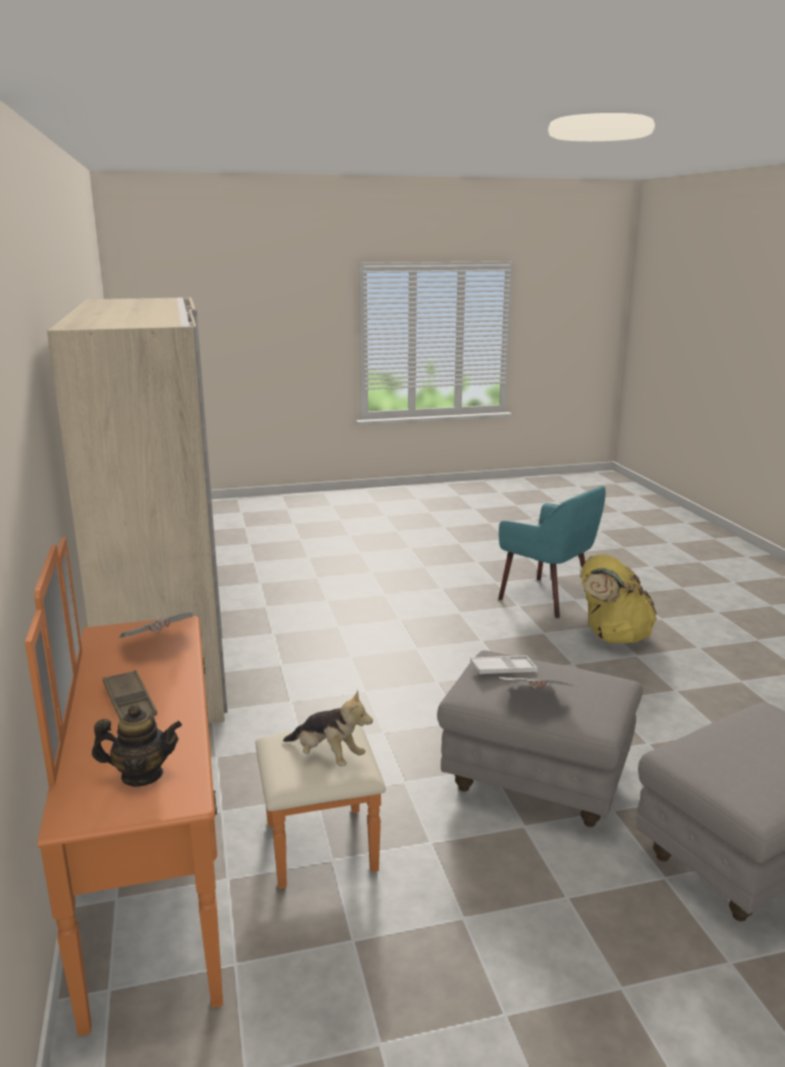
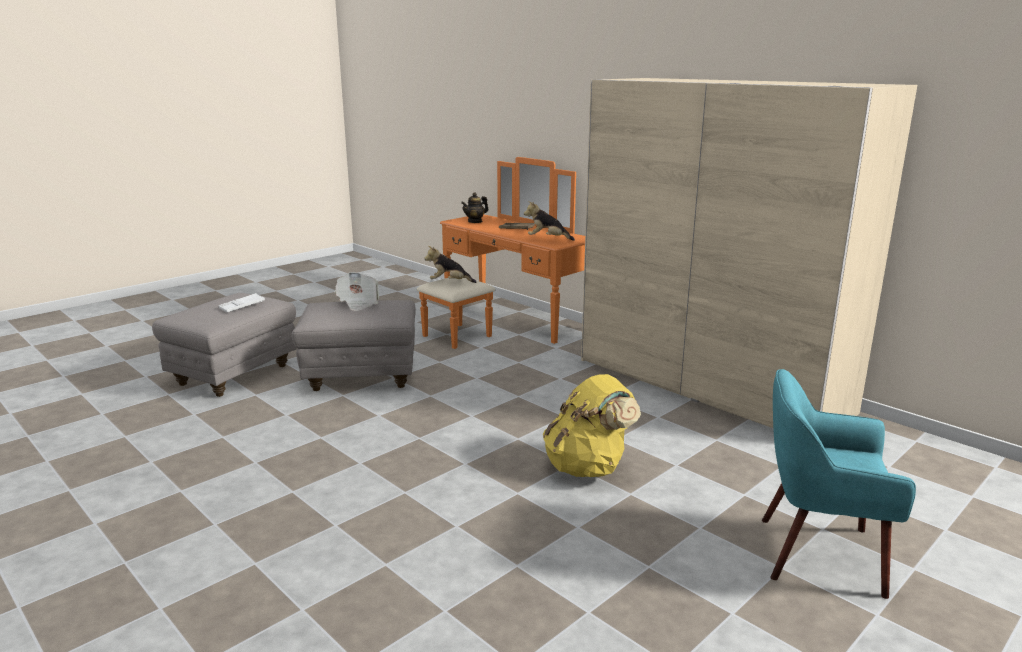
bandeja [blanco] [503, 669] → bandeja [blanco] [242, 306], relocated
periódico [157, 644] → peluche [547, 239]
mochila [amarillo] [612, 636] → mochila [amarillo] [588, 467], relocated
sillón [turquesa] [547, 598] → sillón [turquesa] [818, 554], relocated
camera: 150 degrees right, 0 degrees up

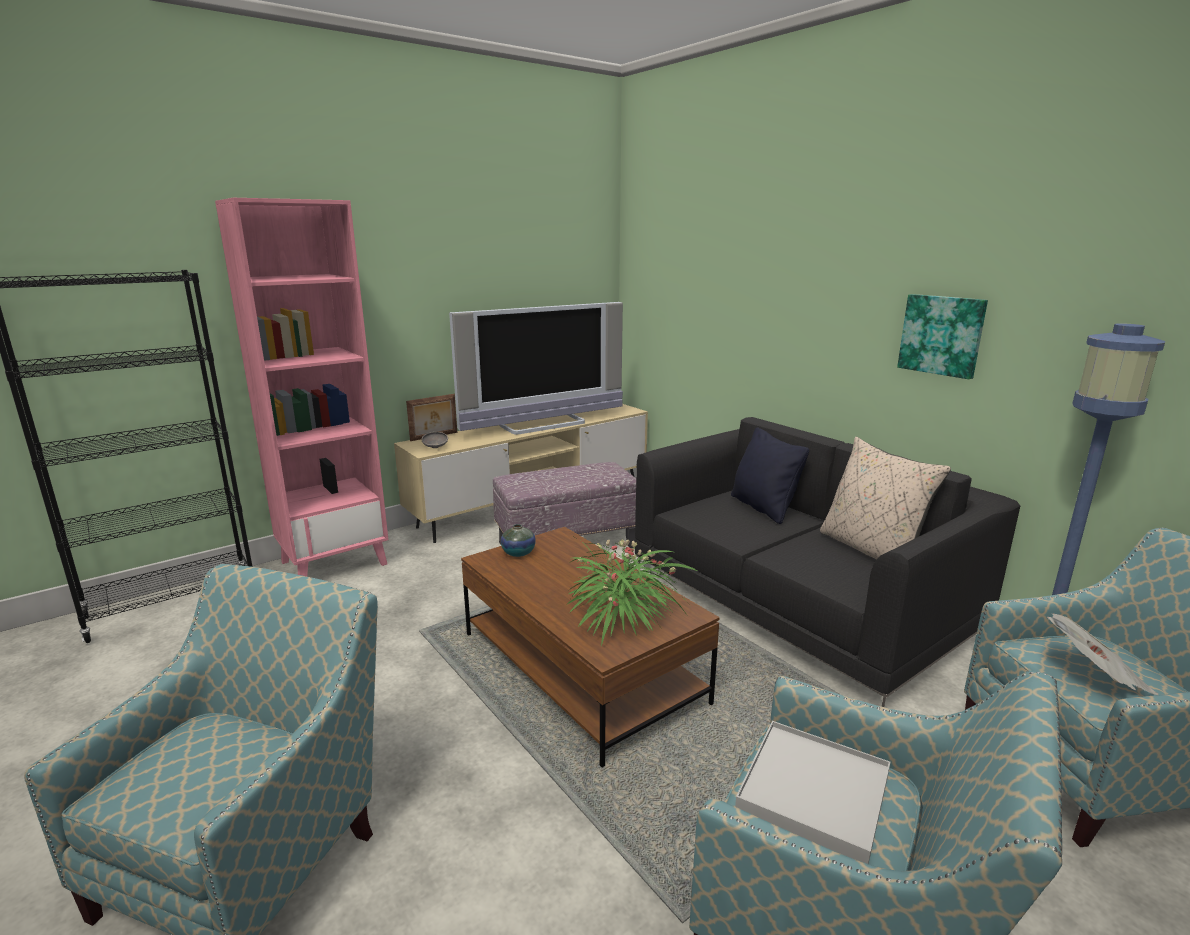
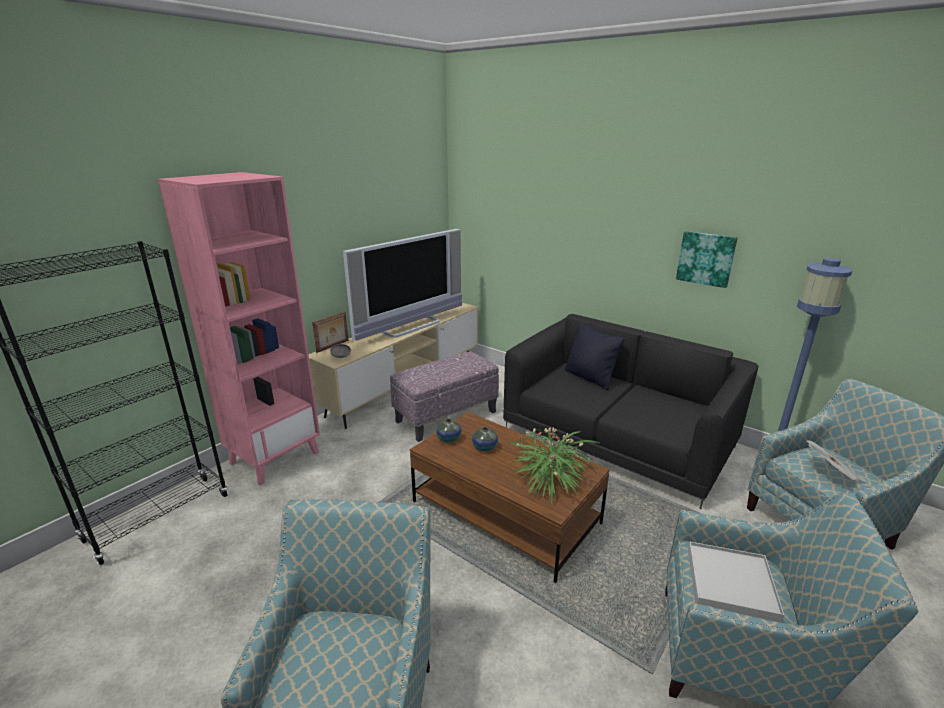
- → florero [485, 447]
cojín [beis] [871, 550] → -
camera: 15 degrees left, 5 degrees up

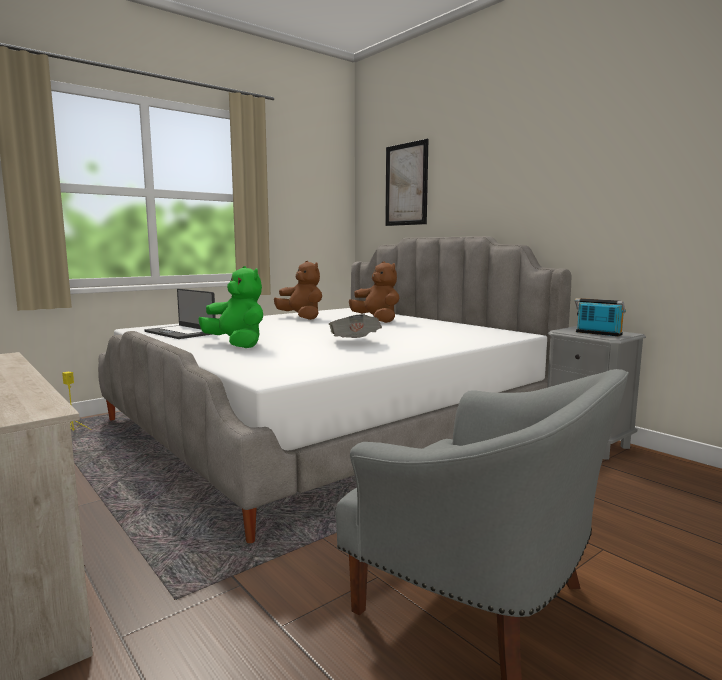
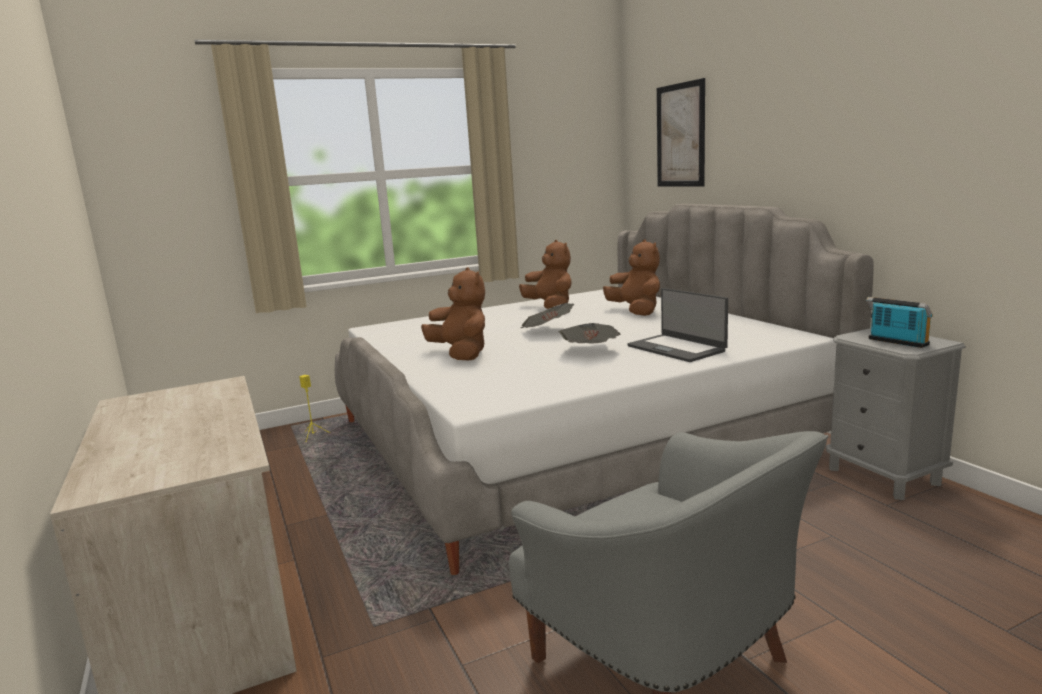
peluche [verde] [237, 344] → peluche [marrón] [461, 354]
- → periódico [547, 331]
portátil [181, 333] → portátil [677, 348], relocated
camera: 15 degrees right, 5 degrees up

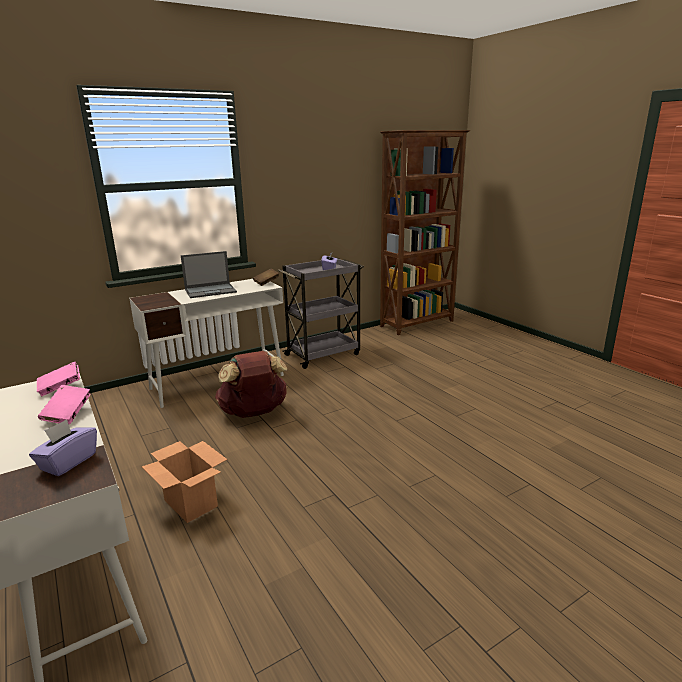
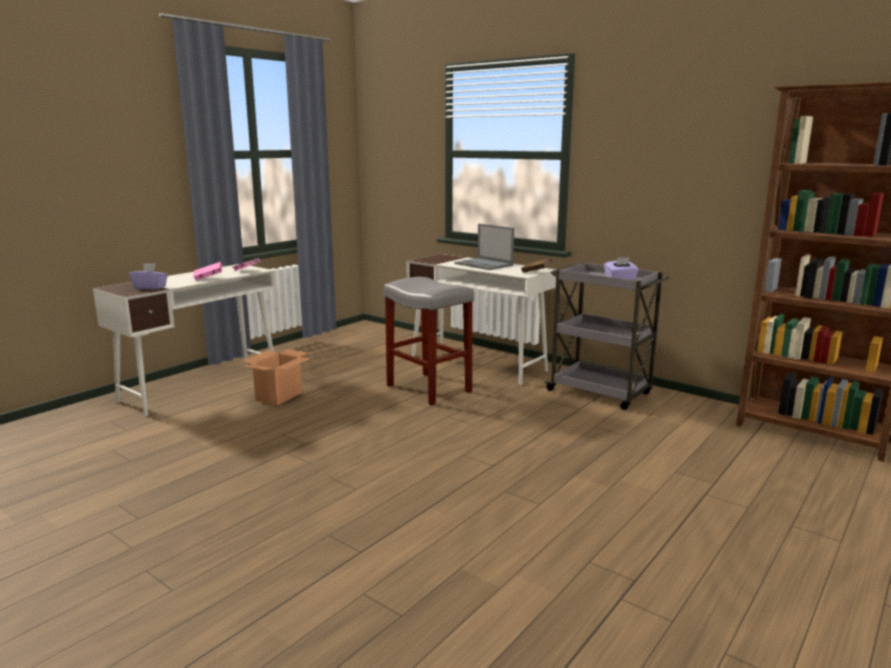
mochila [marrón] [254, 413] → taburete [gris] [427, 388]
camera: 70 degrees right, 5 degrees down

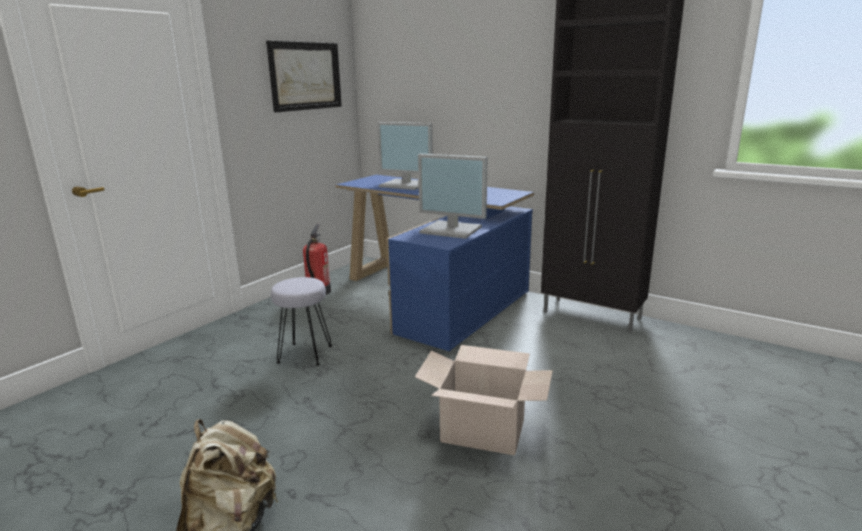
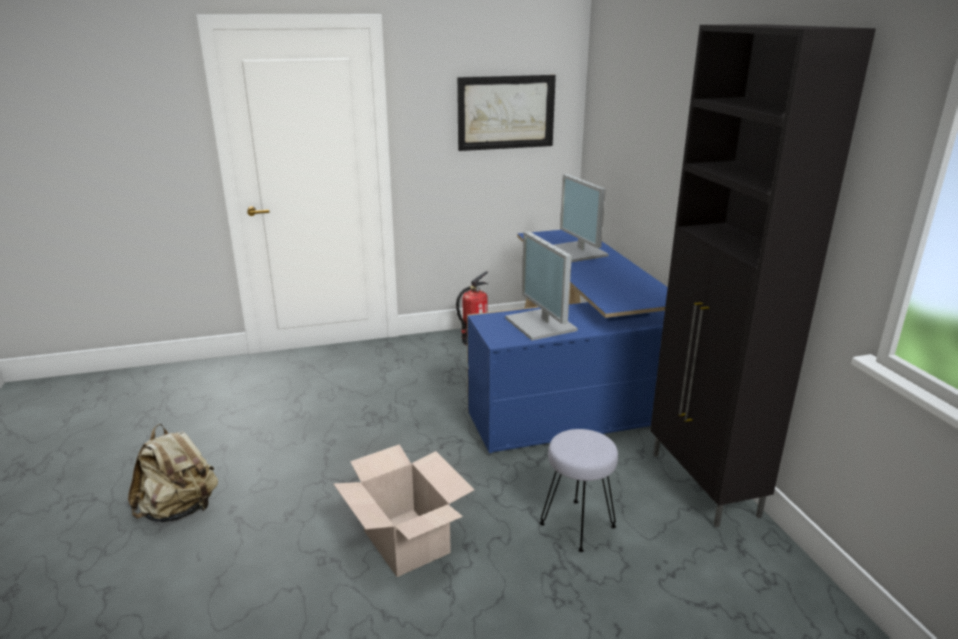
taburete [gris] [304, 354] → taburete [gris] [577, 524], relocated
camera: 40 degrees right, 5 degrees up

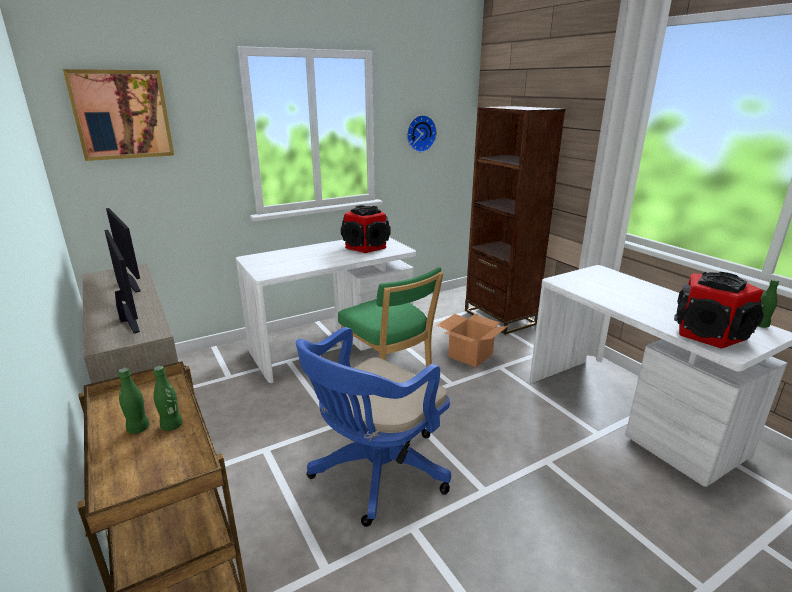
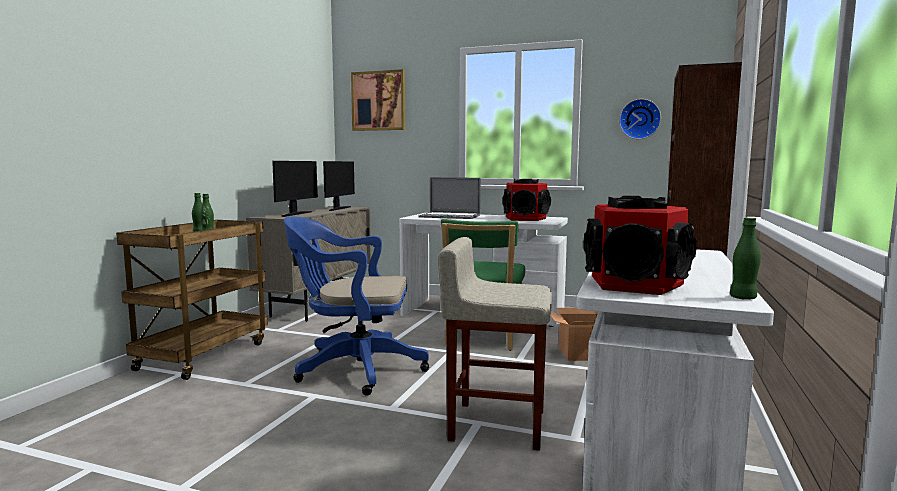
- → portátil [449, 216]
- → taburete [beis] [495, 425]
camera: 50 degrees right, 15 degrees down

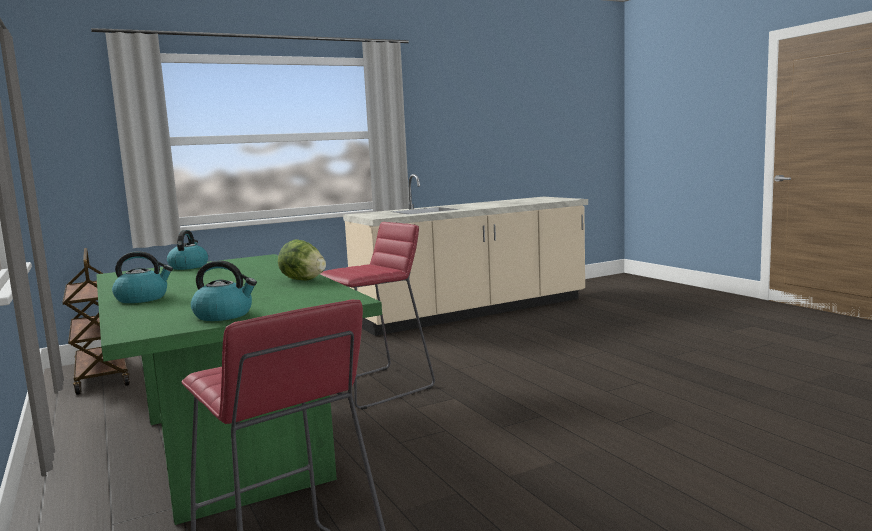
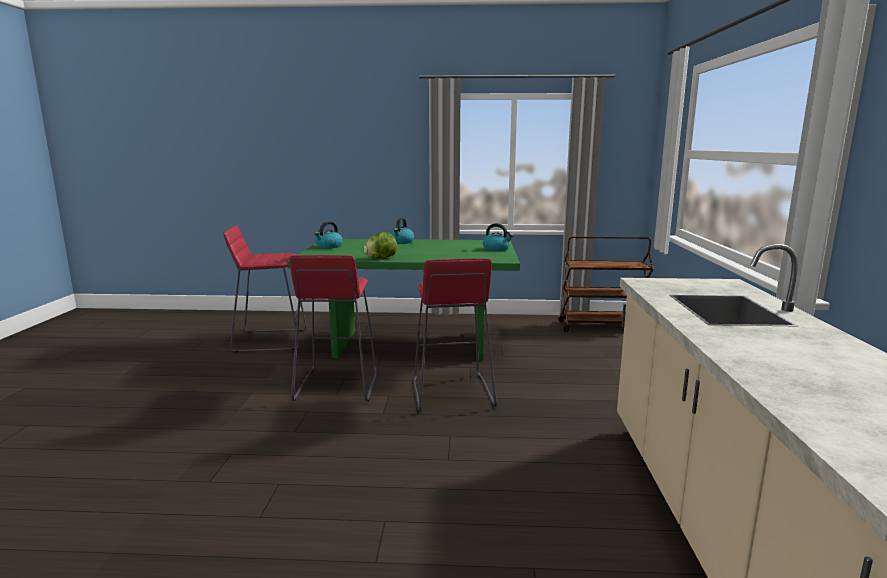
- → taburete [rojo] [336, 386]
camera: 120 degrees right, 5 degrees up

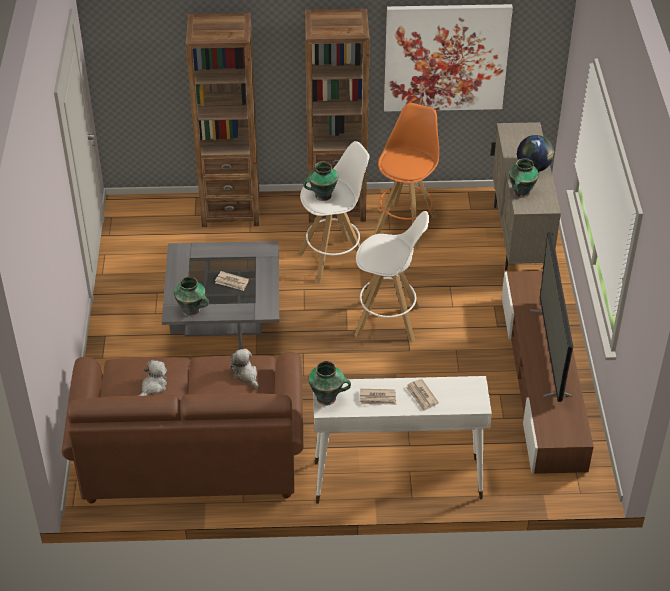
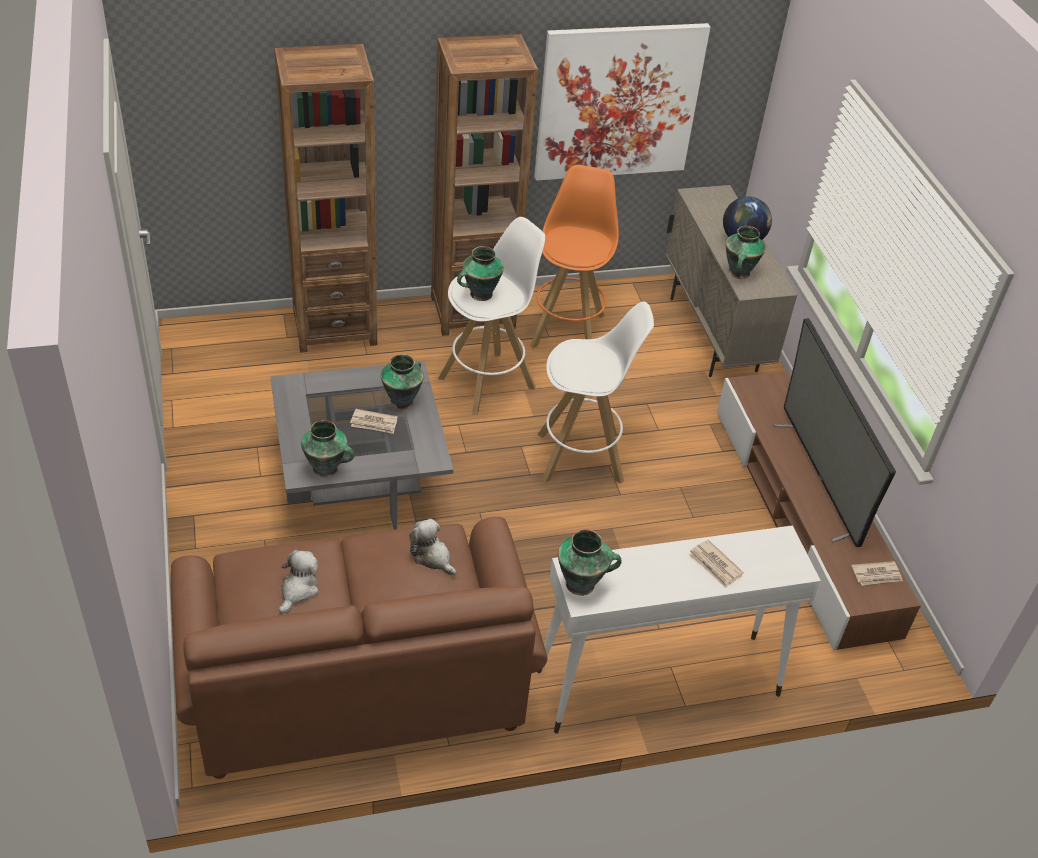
- → florero [403, 401]
periódico [378, 398] → periódico [877, 575], relocated
camera: 15 degrees left, 0 degrees up

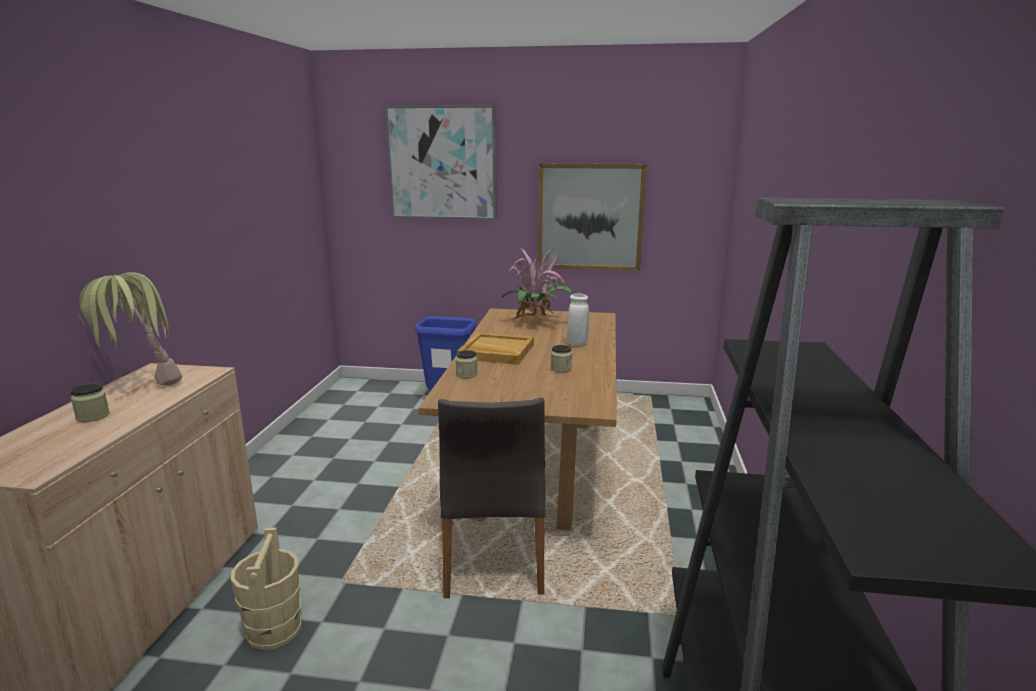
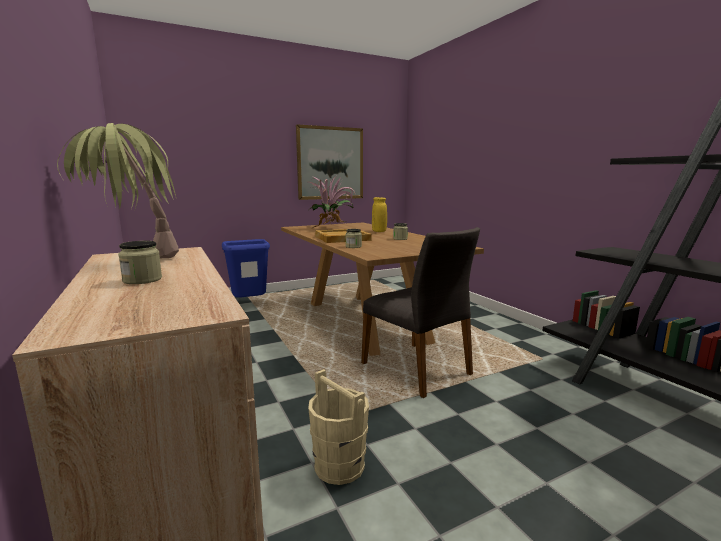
florero [blanco] [577, 343] → florero [amarillo] [379, 231]
cuadro [442, 163] → -
camera: 35 degrees left, 5 degrees down

